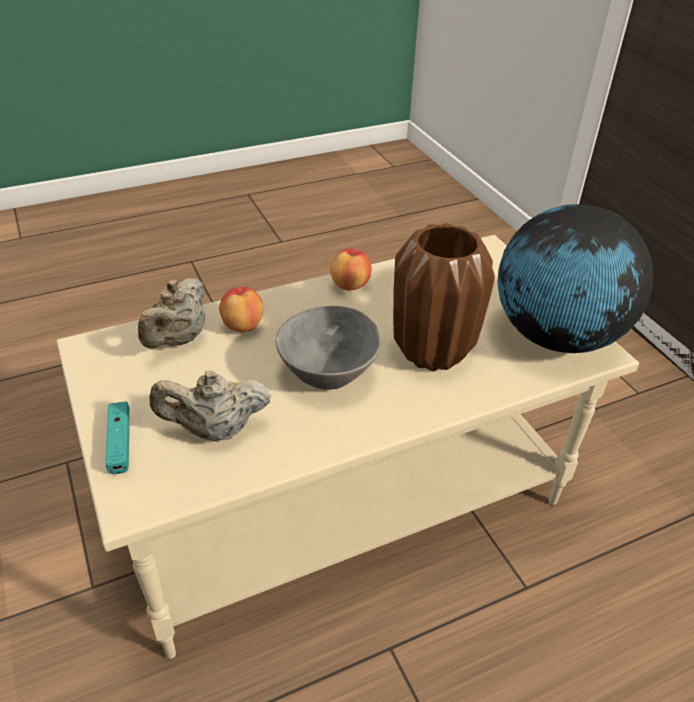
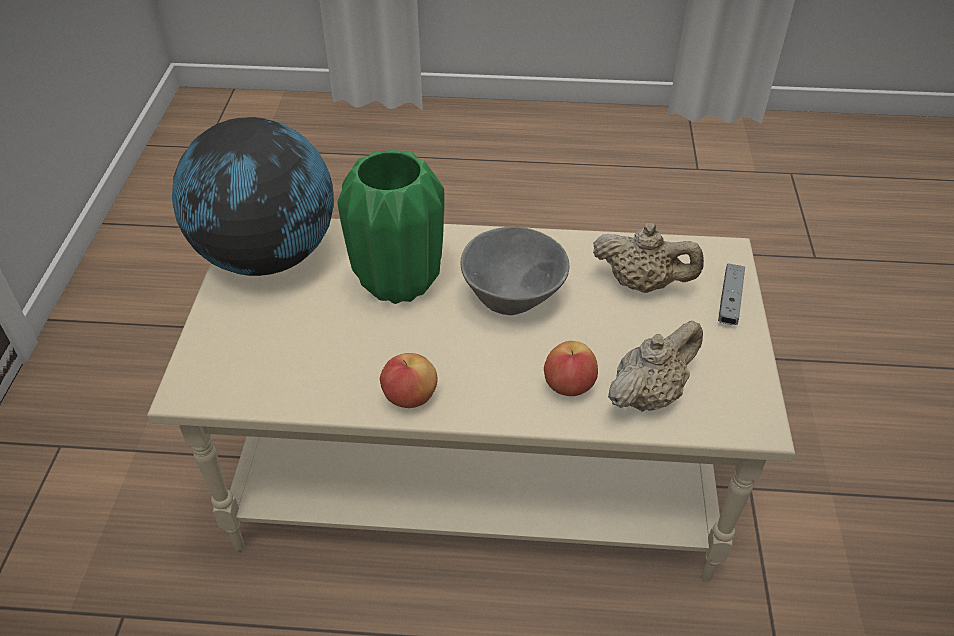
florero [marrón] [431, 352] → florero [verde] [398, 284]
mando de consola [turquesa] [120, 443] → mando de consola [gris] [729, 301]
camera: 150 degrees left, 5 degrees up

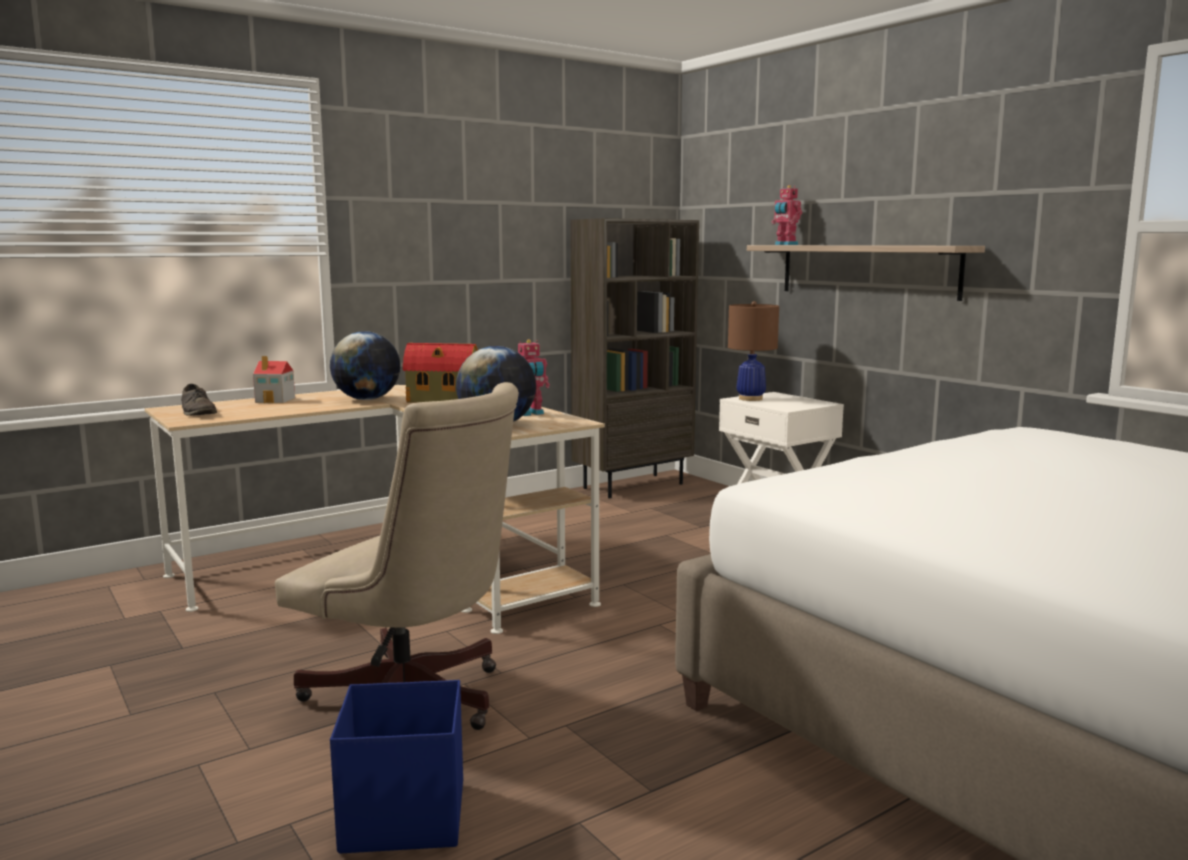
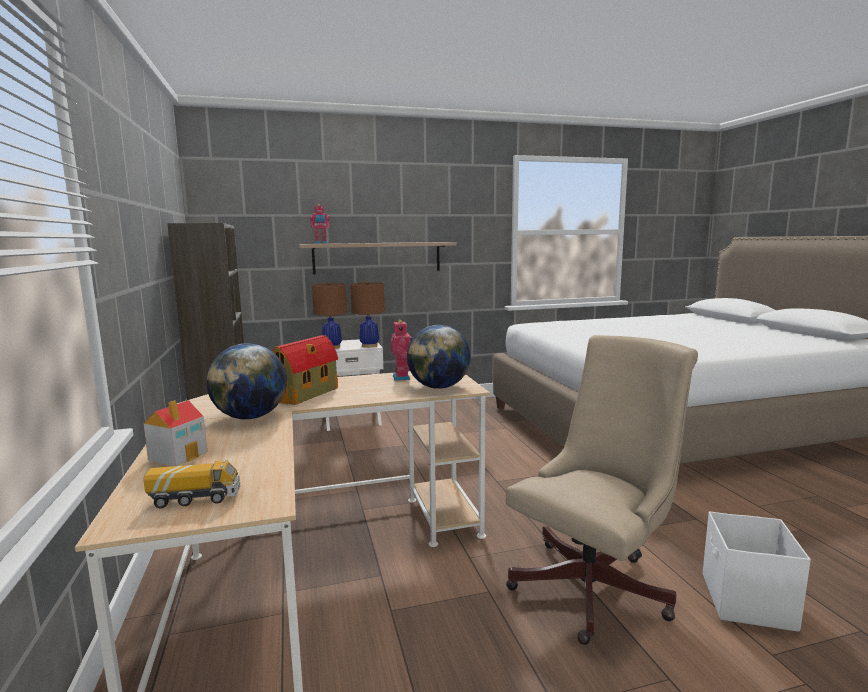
zapato [marrón] [198, 412] → camión de juguete [195, 499]
- → lámpara de mesa [marrón] [369, 346]
caja de almacenaje [azul] [402, 816] → caja de almacenaje [blanco] [746, 602]
camera: 70 degrees left, 0 degrees up

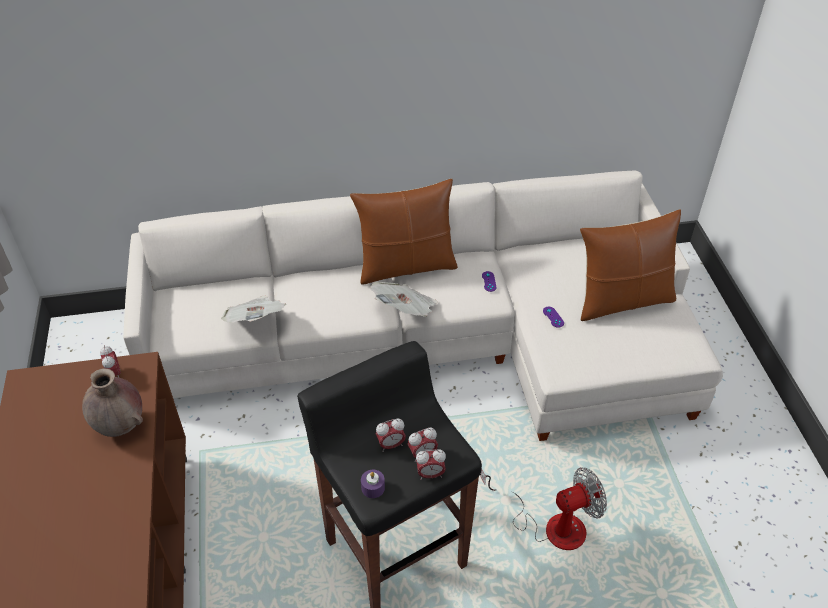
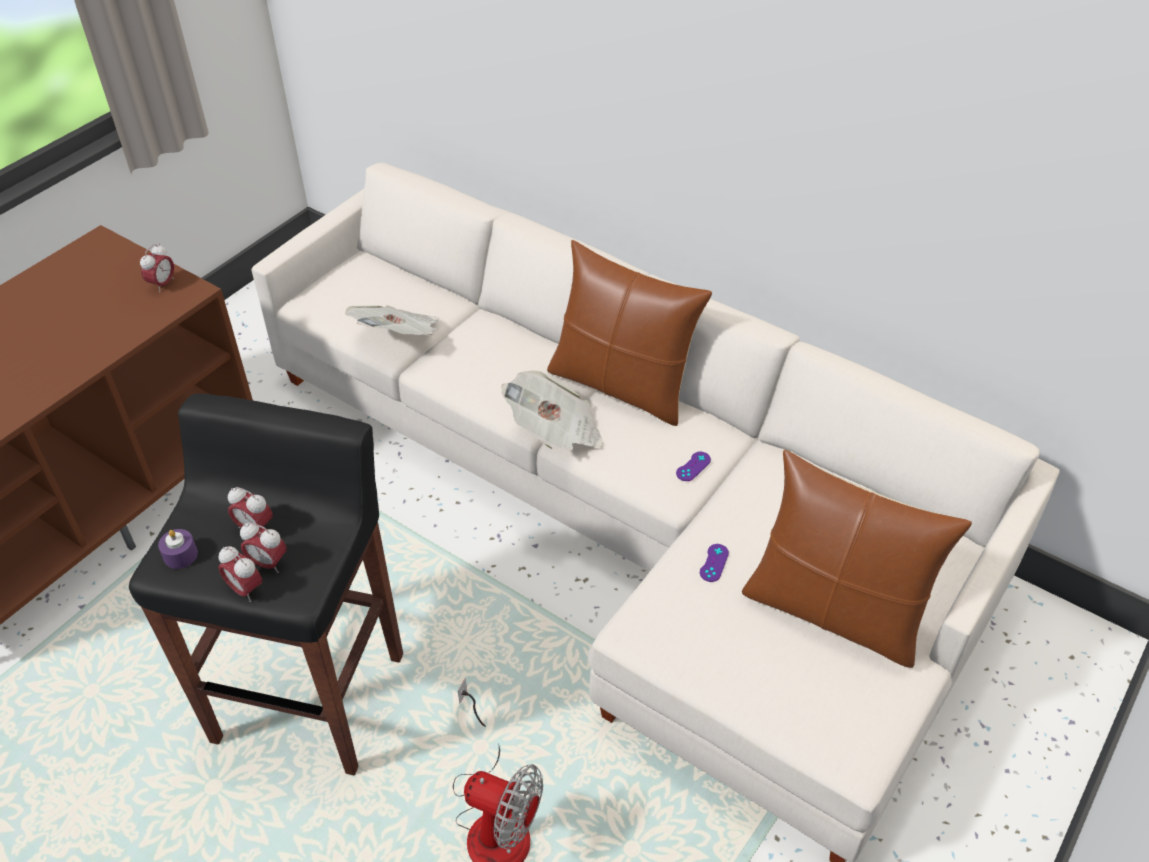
florero [marrón] [121, 426] → -
camera: 45 degrees right, 0 degrees up

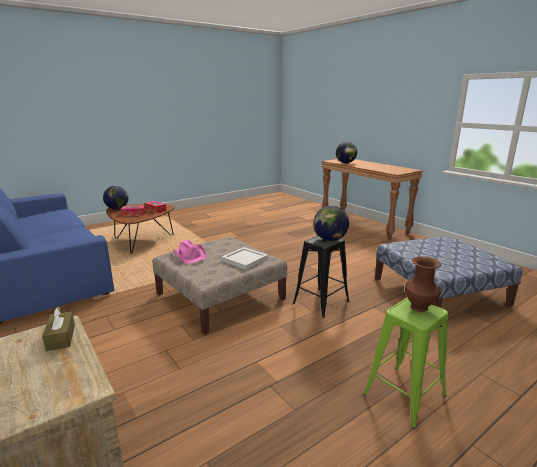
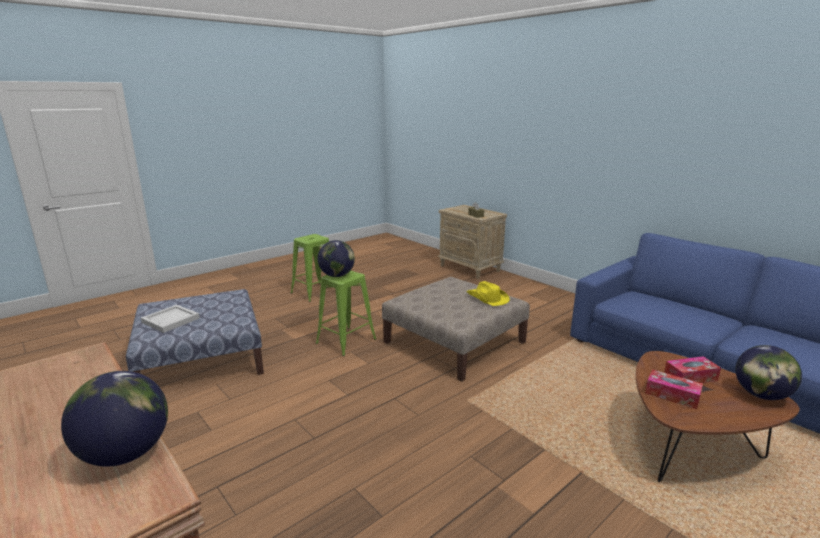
bandeja [blanco] [245, 260] → bandeja [blanco] [170, 320], relocated
taburete [negro] [321, 302] → taburete [verde] [345, 341]
sombrero [rosa] [190, 255] → sombrero [amarillo] [487, 298]
florero [marrón] [420, 308] → -
camera: 175 degrees right, 0 degrees up

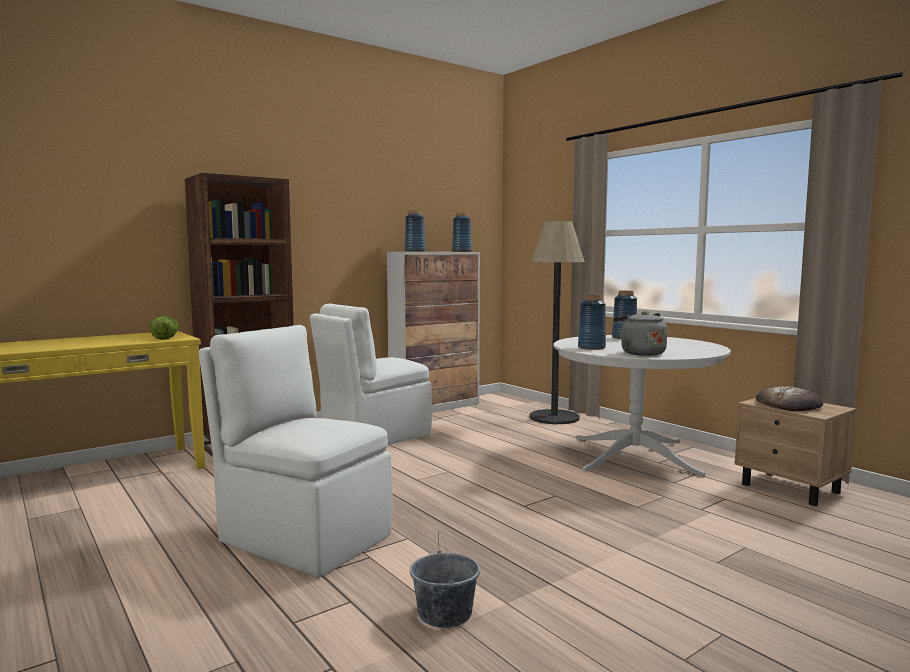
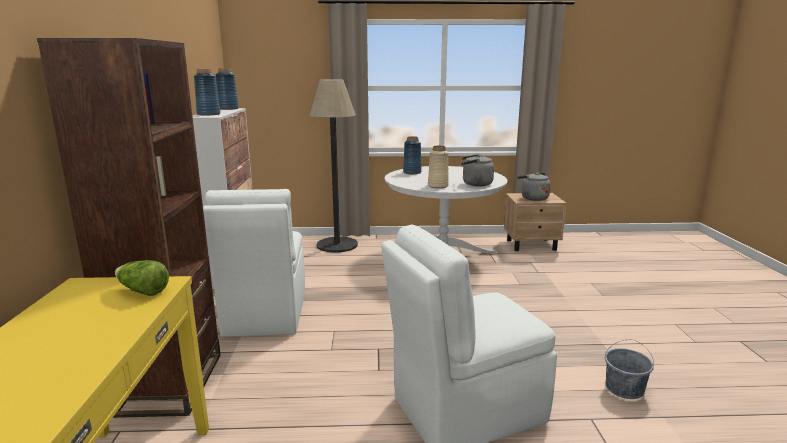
florero [azul] [591, 347] → florero [beis] [438, 186]
pan [788, 404] → hervidor [gris] [533, 198]
camera: 55 degrees left, 10 degrees up

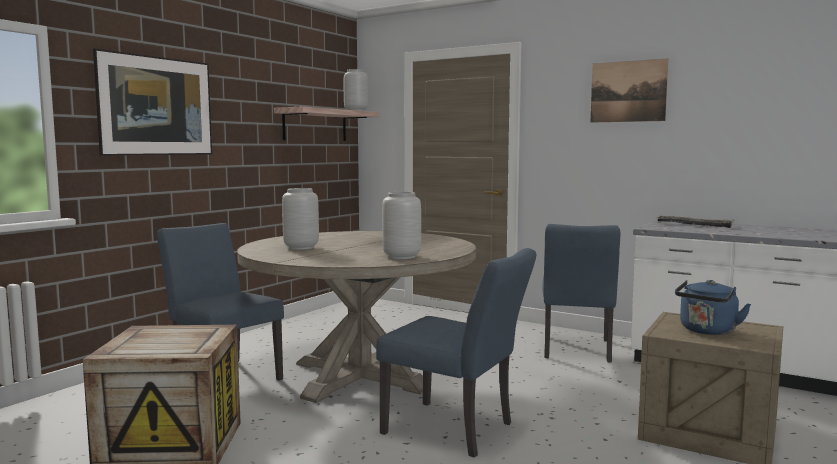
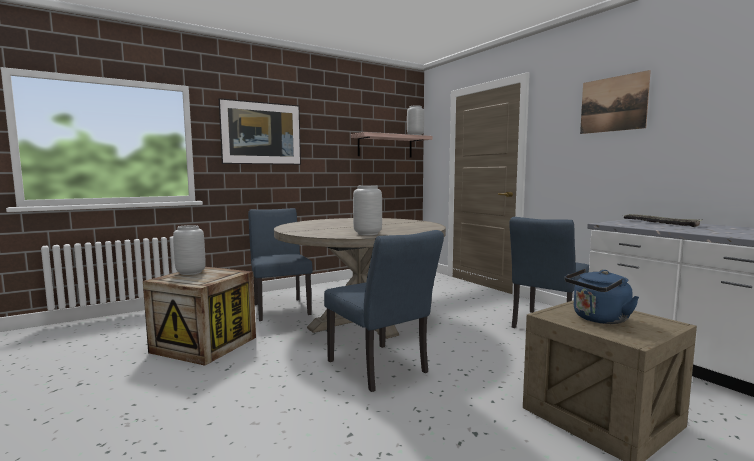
florero [gris] [300, 247] → florero [gris] [190, 272], relocated
camera: 25 degrees right, 0 degrees up

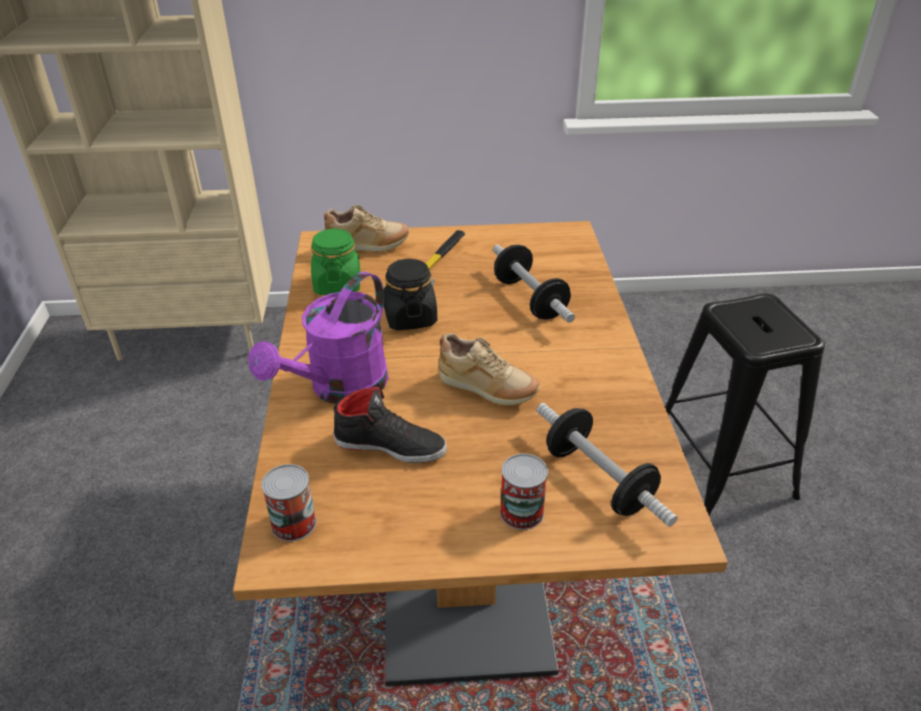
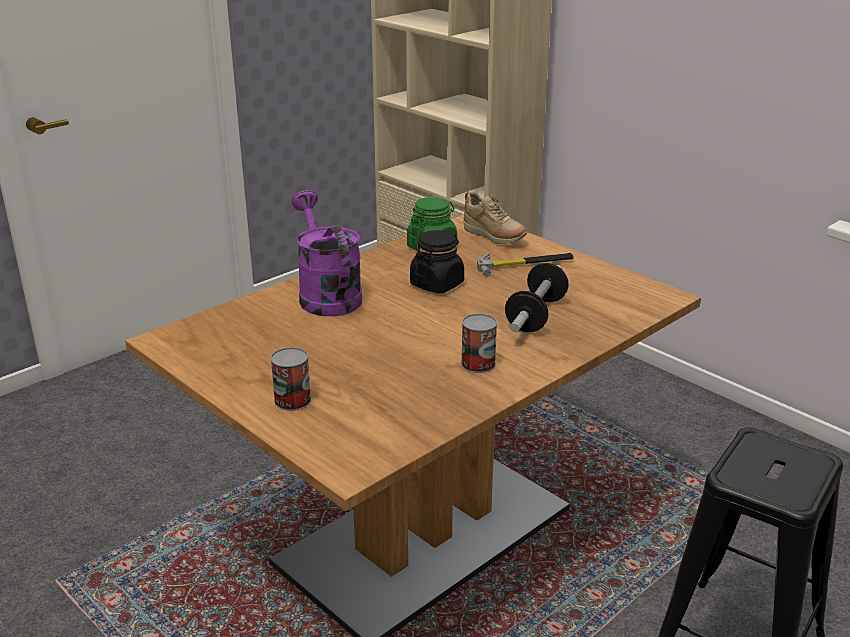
regadera [morado] [340, 389] → regadera [morado] [326, 295], 75 degrees clockwise
lata [293, 523] → lata [478, 364], relocated
zapato [negro] [390, 444] → -
zapato [beis] [487, 390] → -
mancuerna [598, 480] → -
camera: 50 degrees right, 10 degrees down

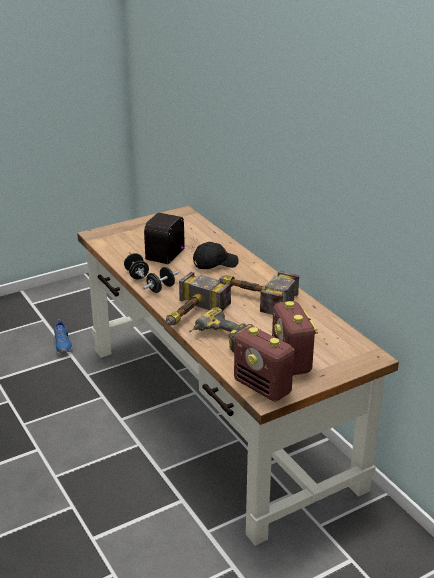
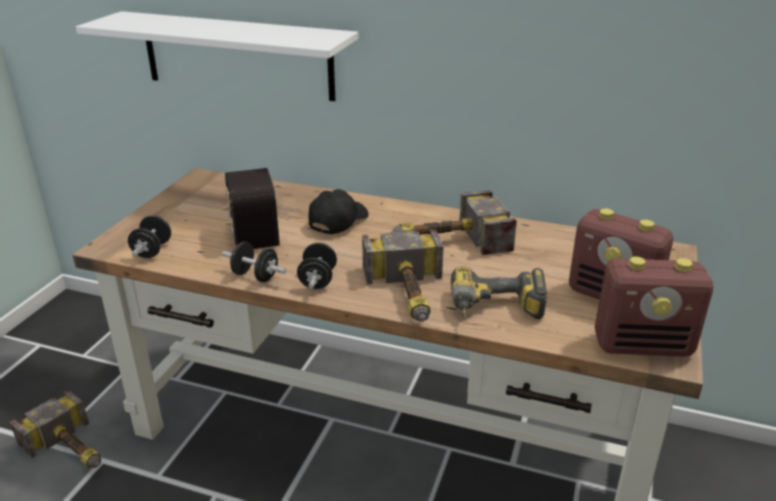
zapato [azul] [63, 345] → martillo [73, 451]
- → estante [blanco] [237, 56]
- → mancuerna [negro] [152, 250]
camera: 40 degrees left, 0 degrees up

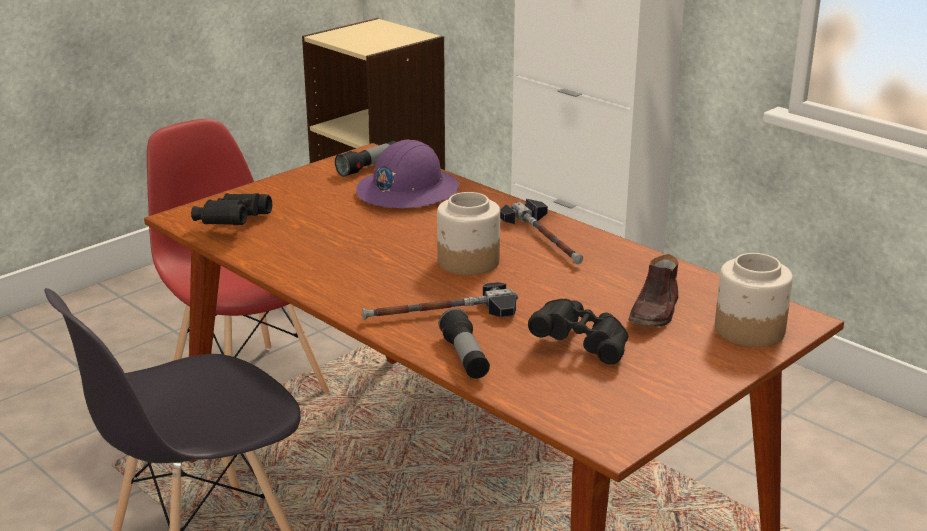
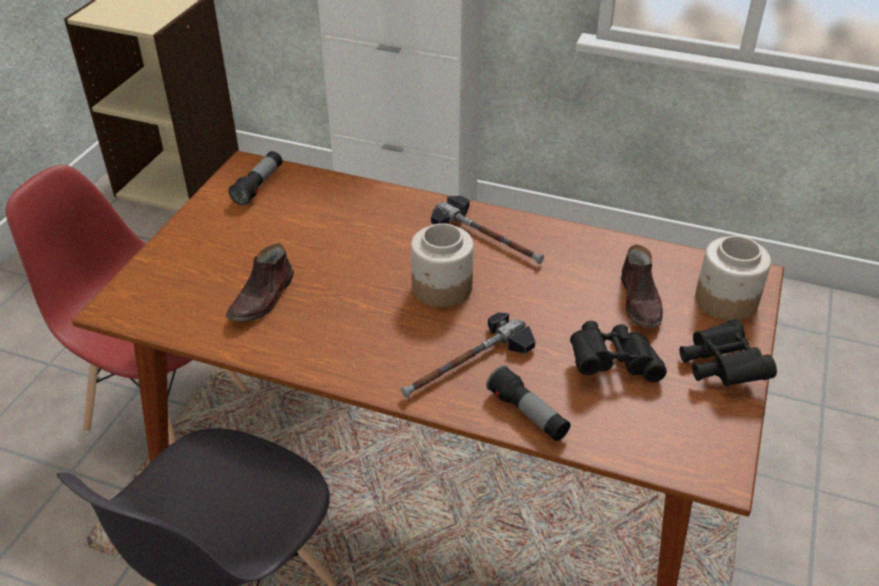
- → zapato [marrón] [263, 298]
prismáticos [negro] [232, 225] → prismáticos [negro] [720, 367], relocated
casco [morado] [407, 191] → -
camera: 25 degrees left, 15 degrees up

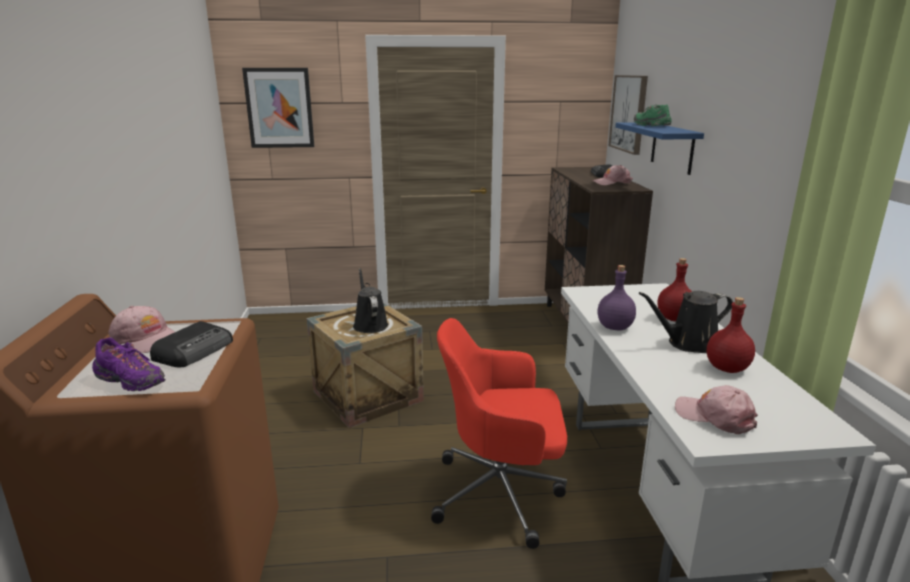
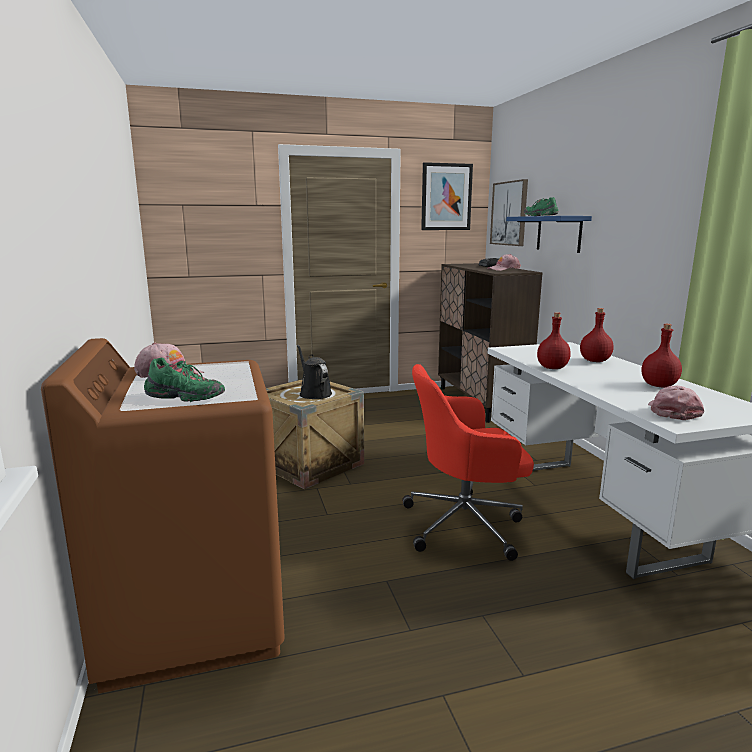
zapato [morado] [131, 382] → zapato [verde] [185, 398]
cuadro [279, 108] → cuadro [446, 197], relocated
botella [morado] [615, 327] → botella [rojo] [552, 368]
gorra [rosa] [715, 416] → gorra [rosa] [672, 411], 75 degrees clockwise
radio [195, 350] → -
regadera [negro] [688, 344] → -
camera: 10 degrees left, 5 degrees down

